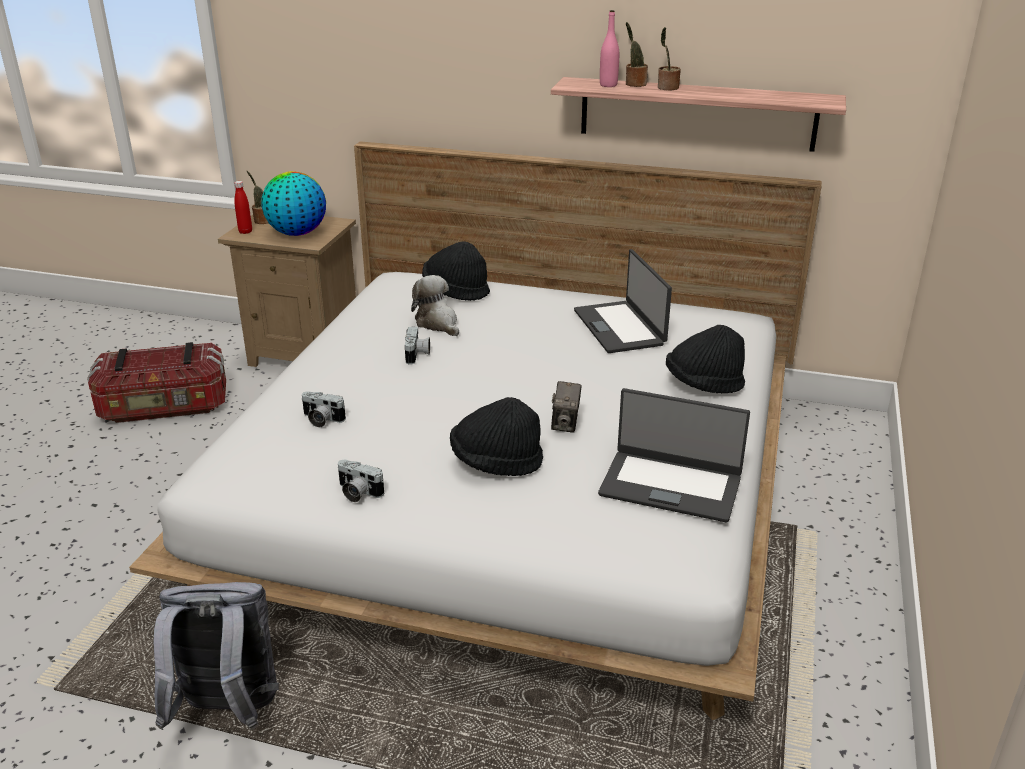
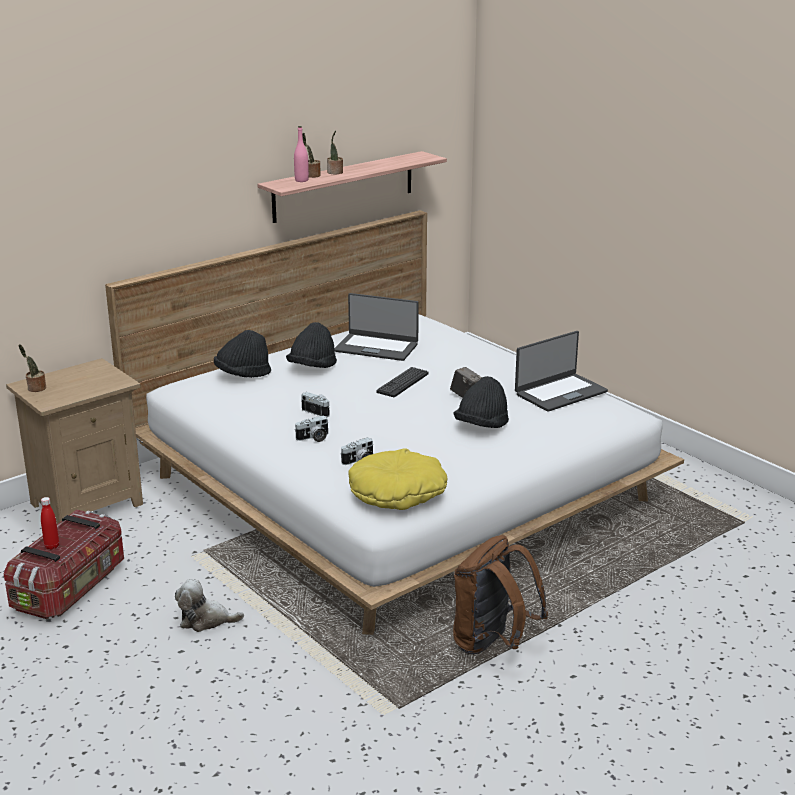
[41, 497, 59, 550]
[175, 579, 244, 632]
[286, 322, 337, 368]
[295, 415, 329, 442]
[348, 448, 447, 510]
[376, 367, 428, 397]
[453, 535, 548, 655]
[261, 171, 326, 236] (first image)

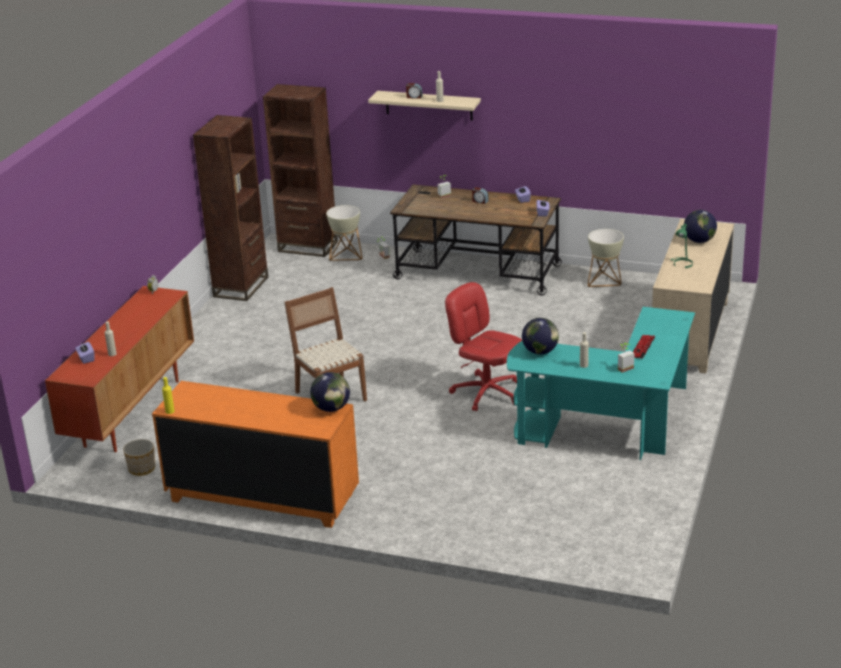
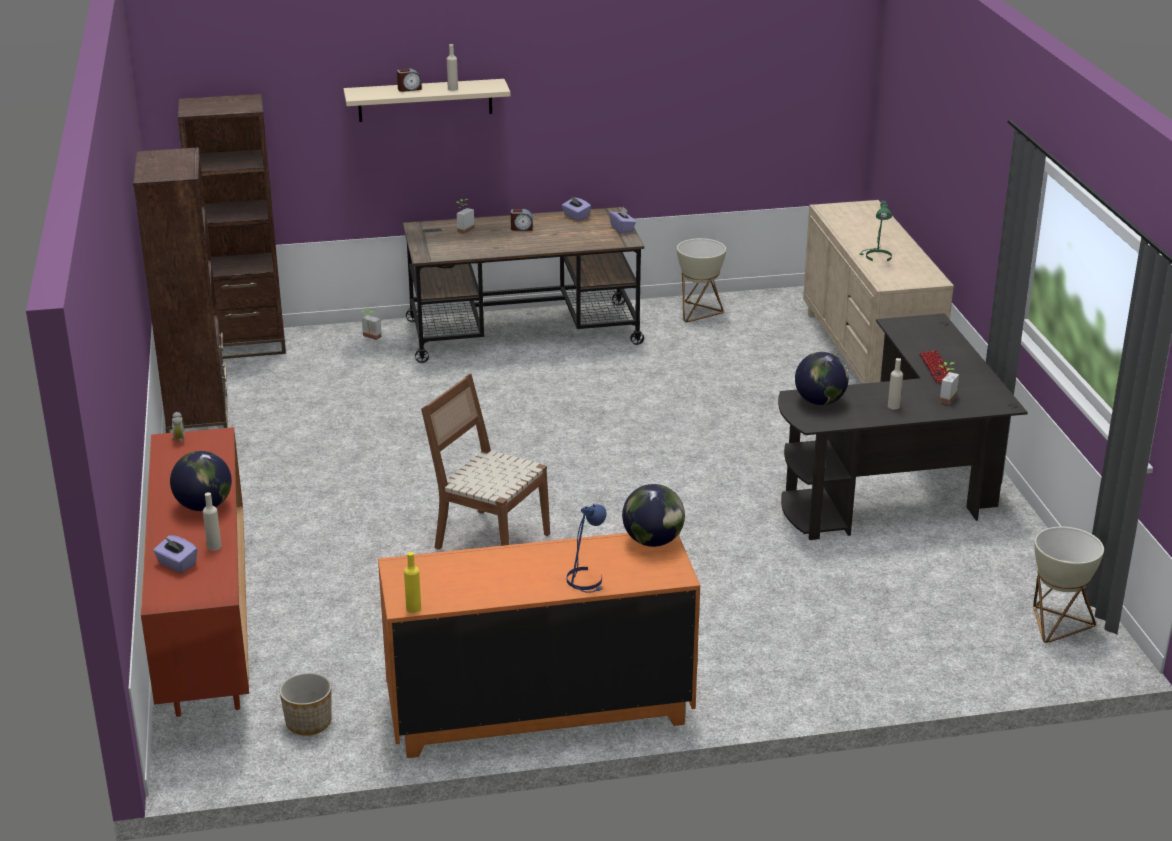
[170, 451, 232, 511]
[567, 504, 607, 593]
[778, 313, 1028, 540]
[1033, 527, 1104, 643]
[445, 282, 522, 411] (first image)

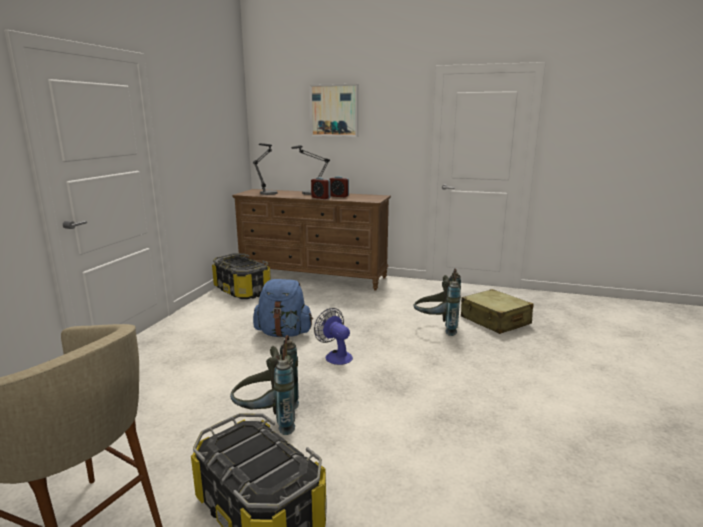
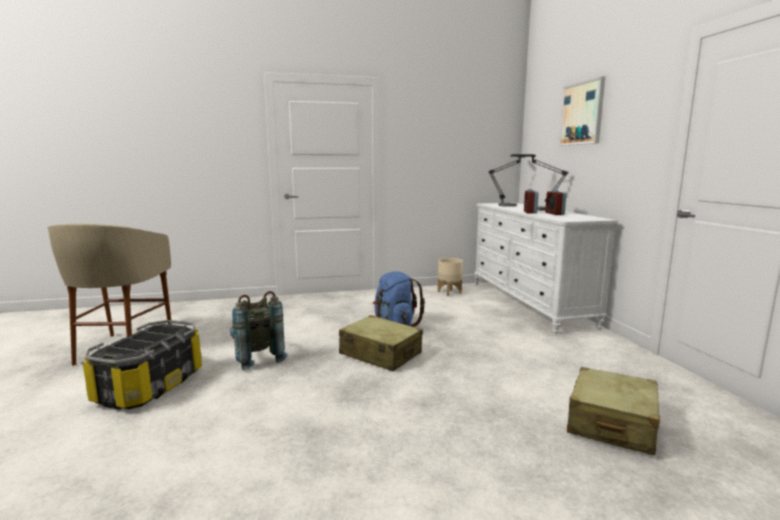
[339, 315, 423, 371]
[438, 258, 463, 296]
[474, 203, 618, 335]
[414, 268, 461, 336] (first image)

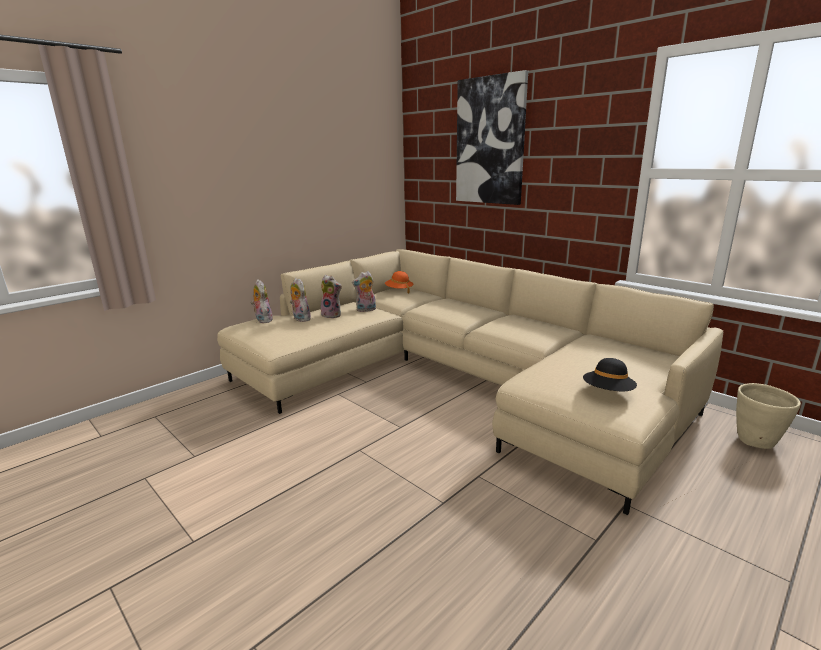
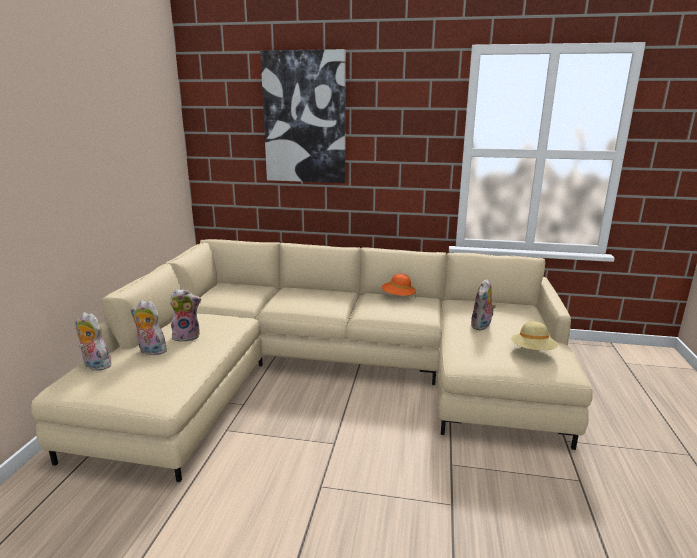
[382, 274, 416, 299]
[471, 279, 496, 330]
[511, 321, 558, 350]
[736, 383, 801, 449] (first image)

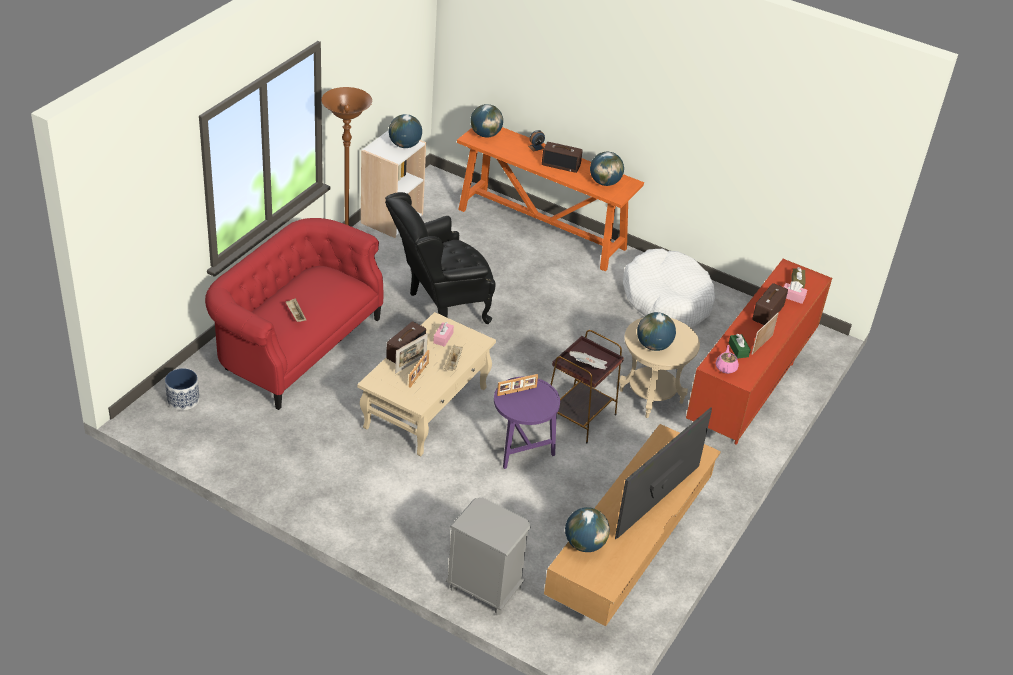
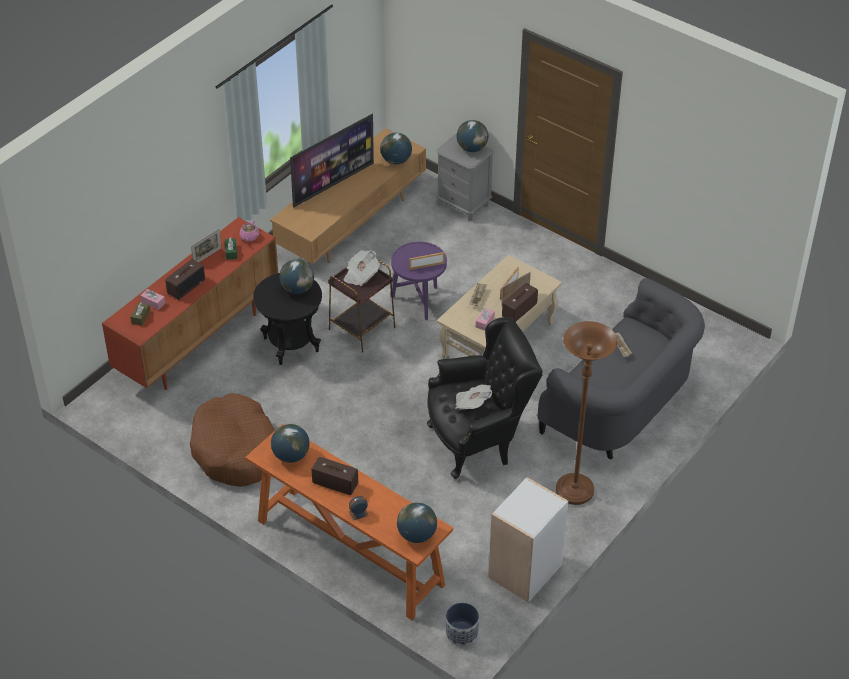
[190, 394, 275, 487]
[253, 273, 322, 365]
[446, 603, 479, 646]
[455, 385, 492, 409]
[456, 120, 488, 152]
[537, 278, 705, 459]

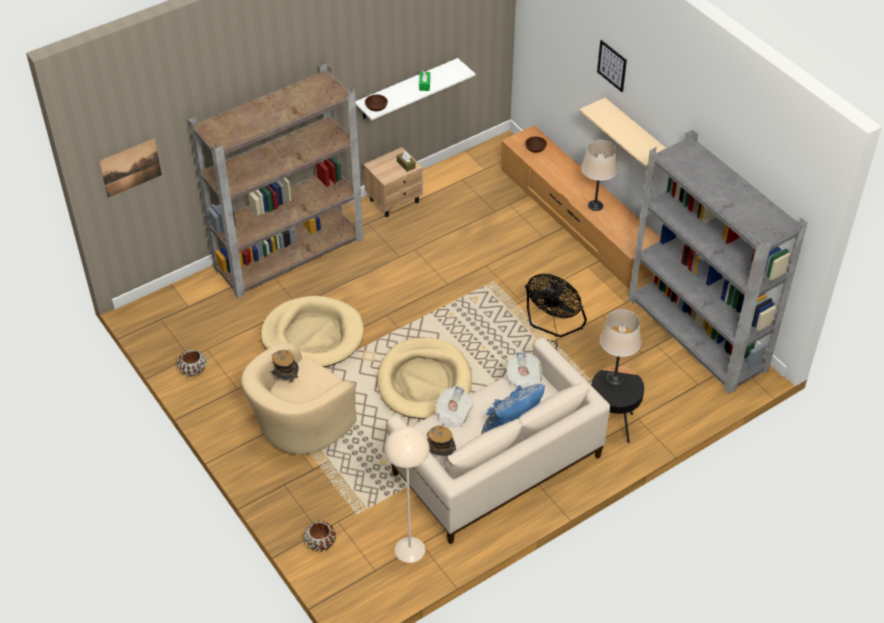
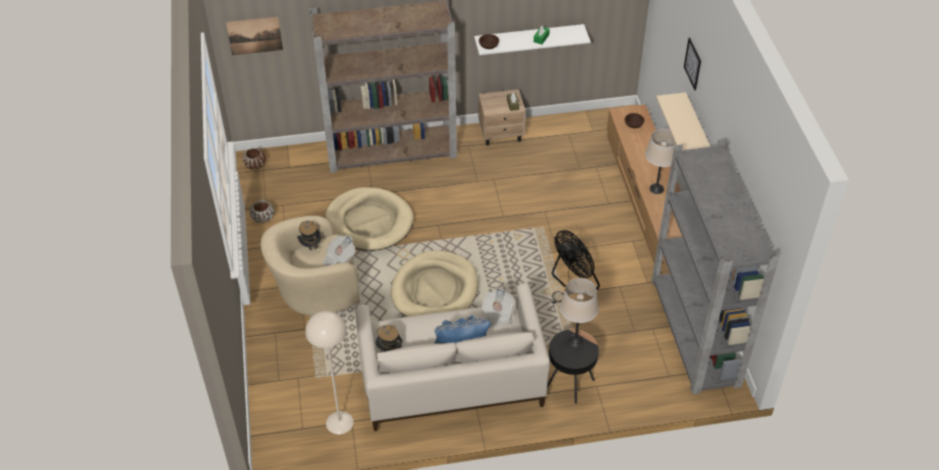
[243, 148, 266, 170]
[322, 235, 355, 266]

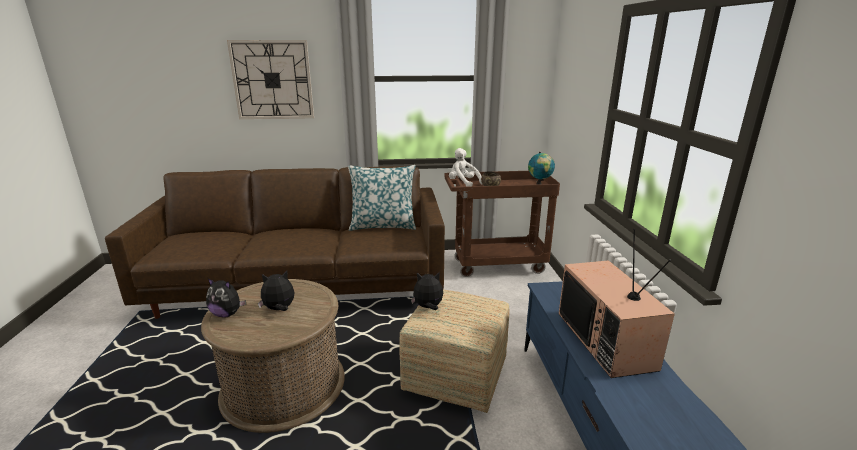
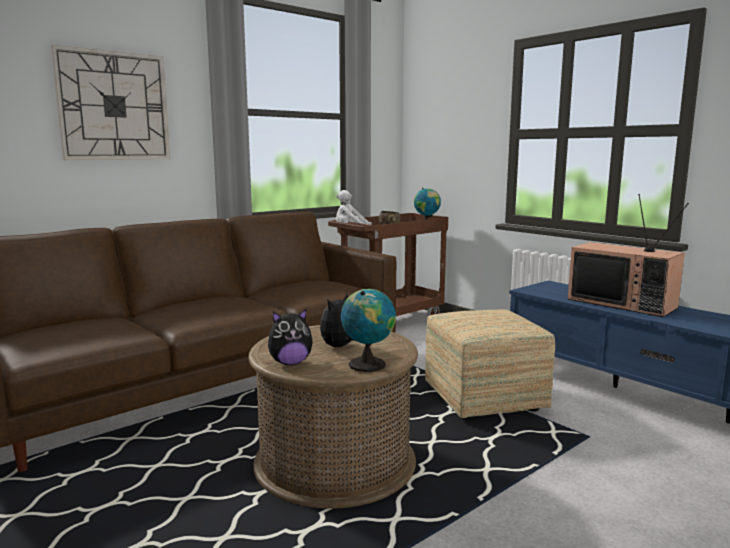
[341, 289, 396, 372]
[348, 165, 416, 231] (first image)
[411, 272, 443, 310] (first image)

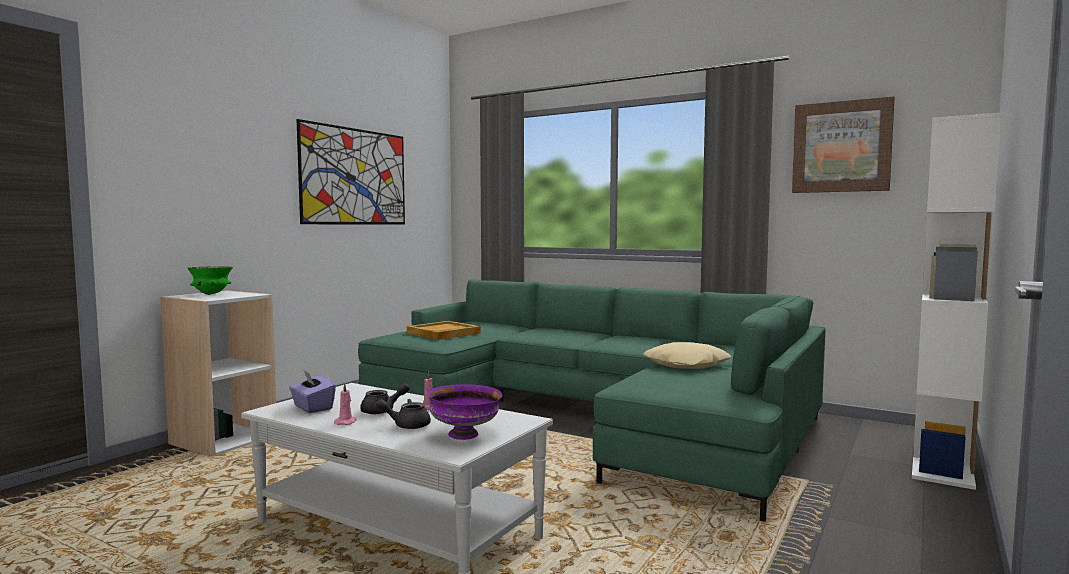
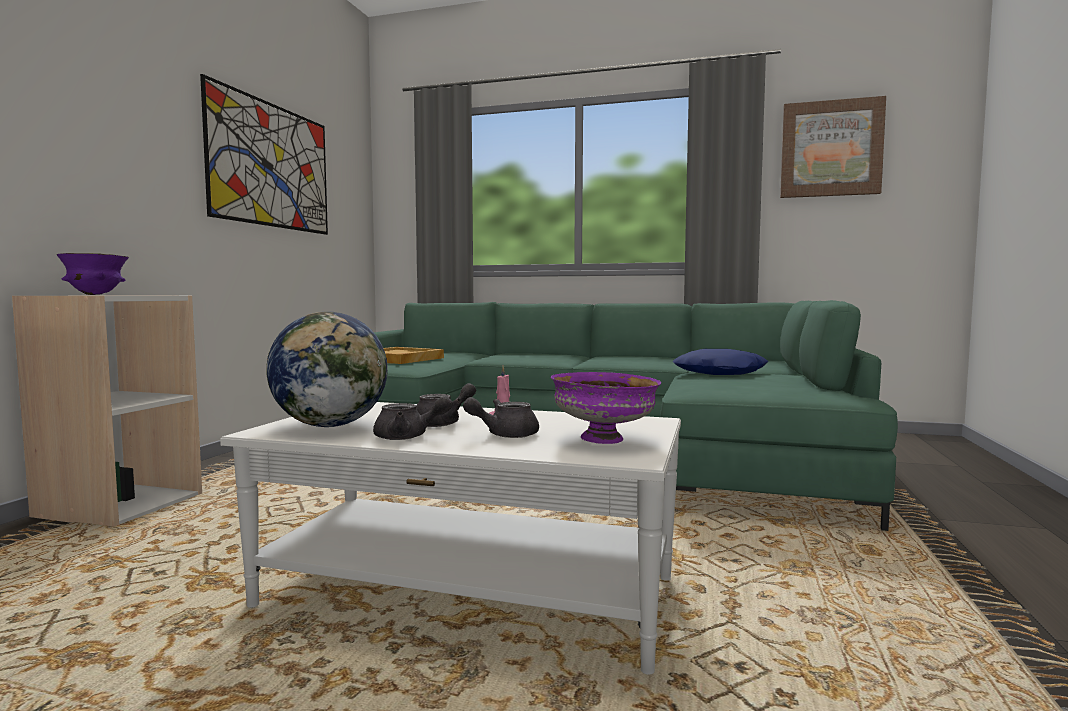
[57, 253, 129, 295]
[266, 312, 388, 427]
[373, 396, 453, 440]
[673, 349, 769, 375]
[912, 113, 1001, 490] (first image)

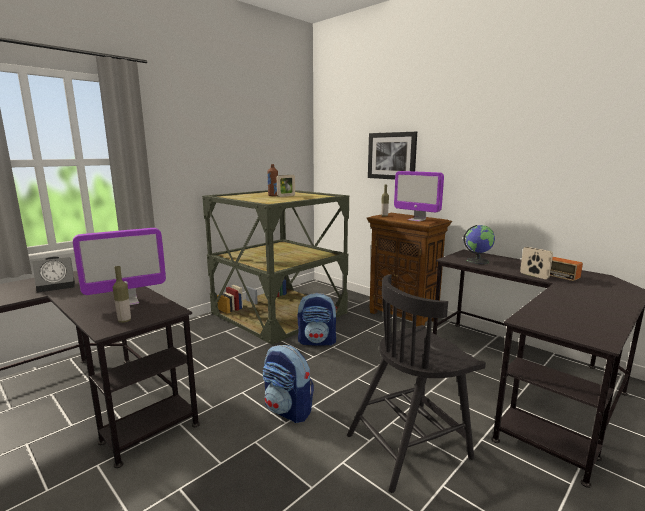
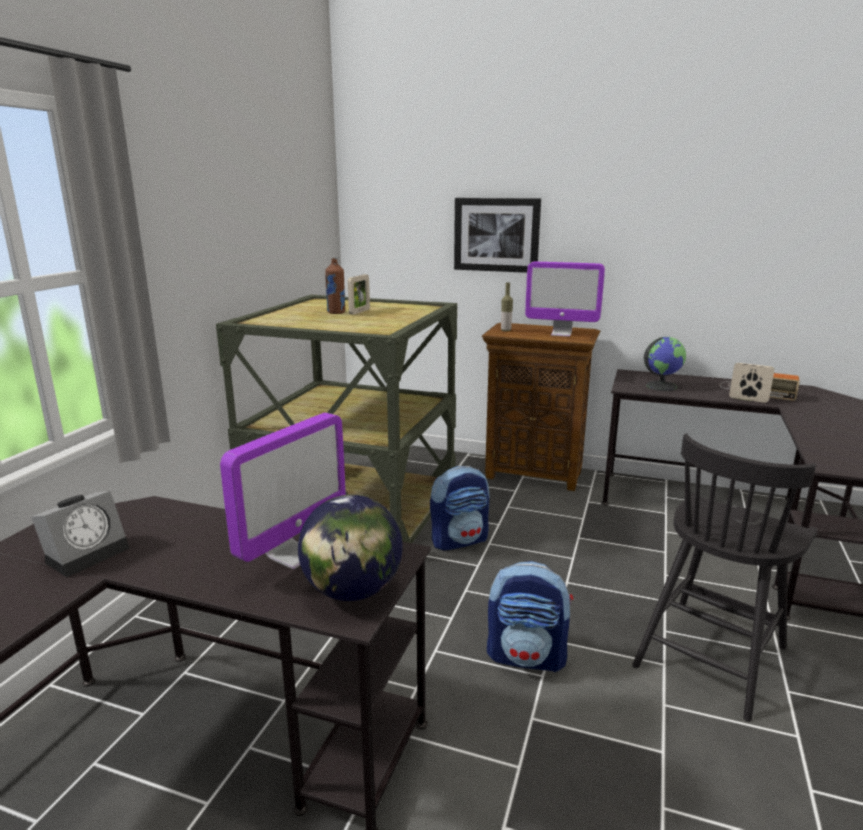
[298, 495, 403, 601]

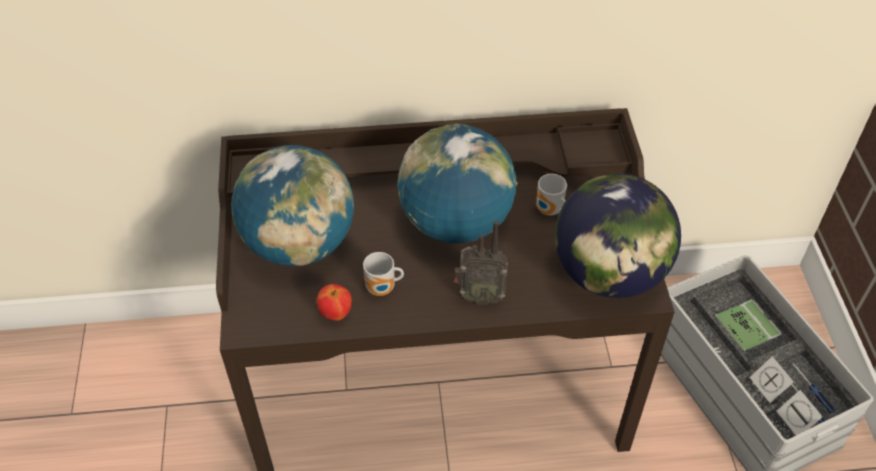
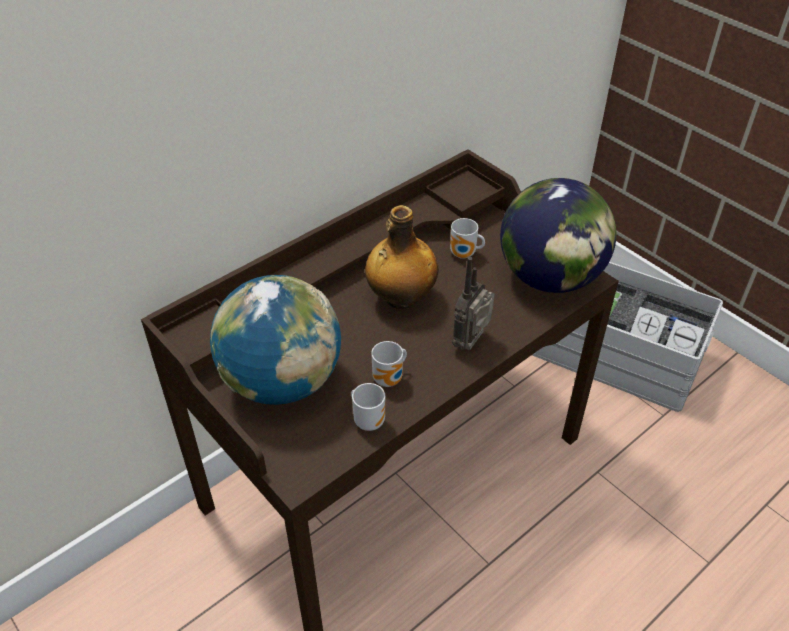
[351, 383, 385, 431]
[365, 205, 439, 309]
[453, 257, 495, 351]

